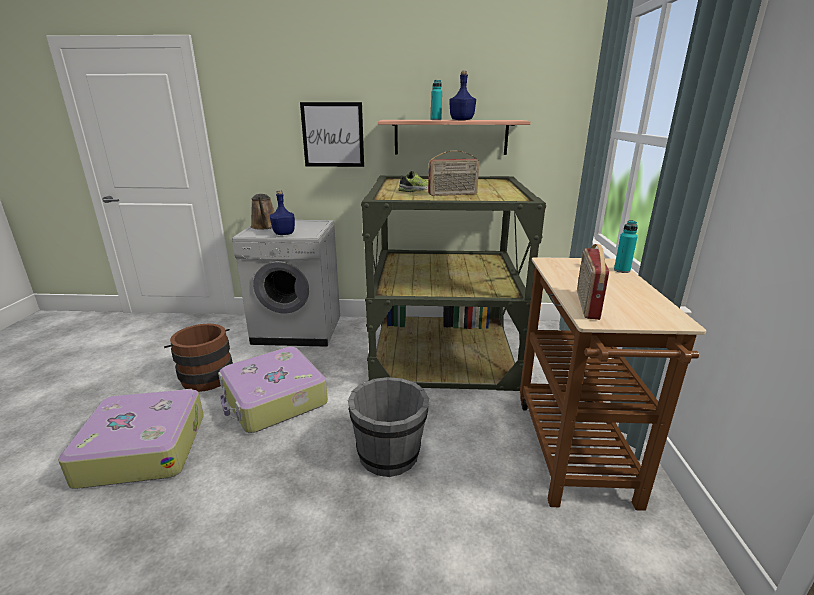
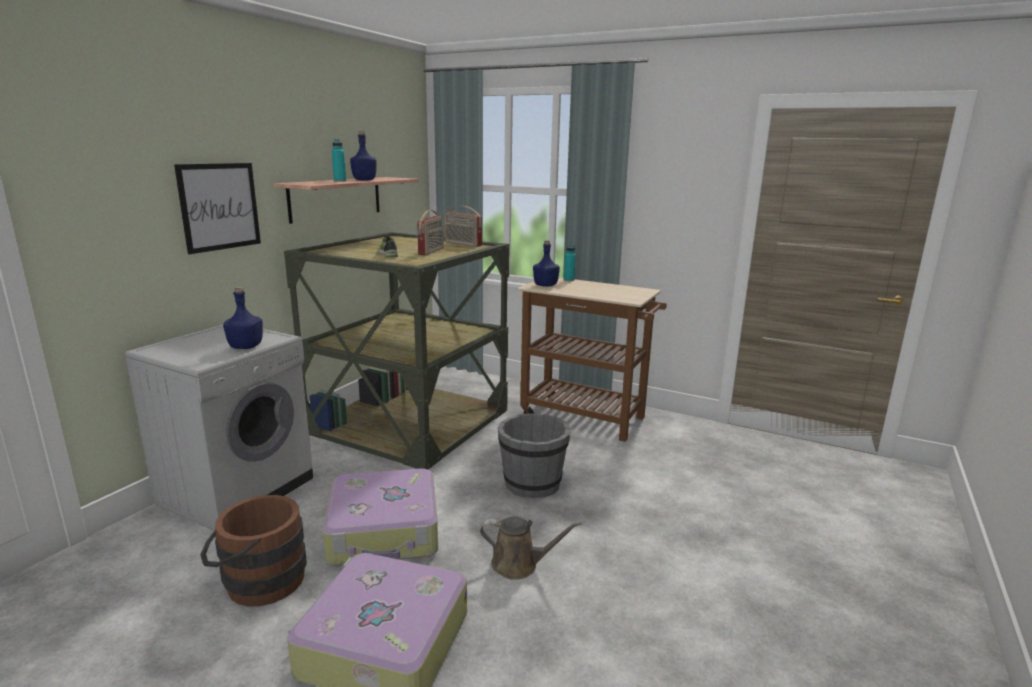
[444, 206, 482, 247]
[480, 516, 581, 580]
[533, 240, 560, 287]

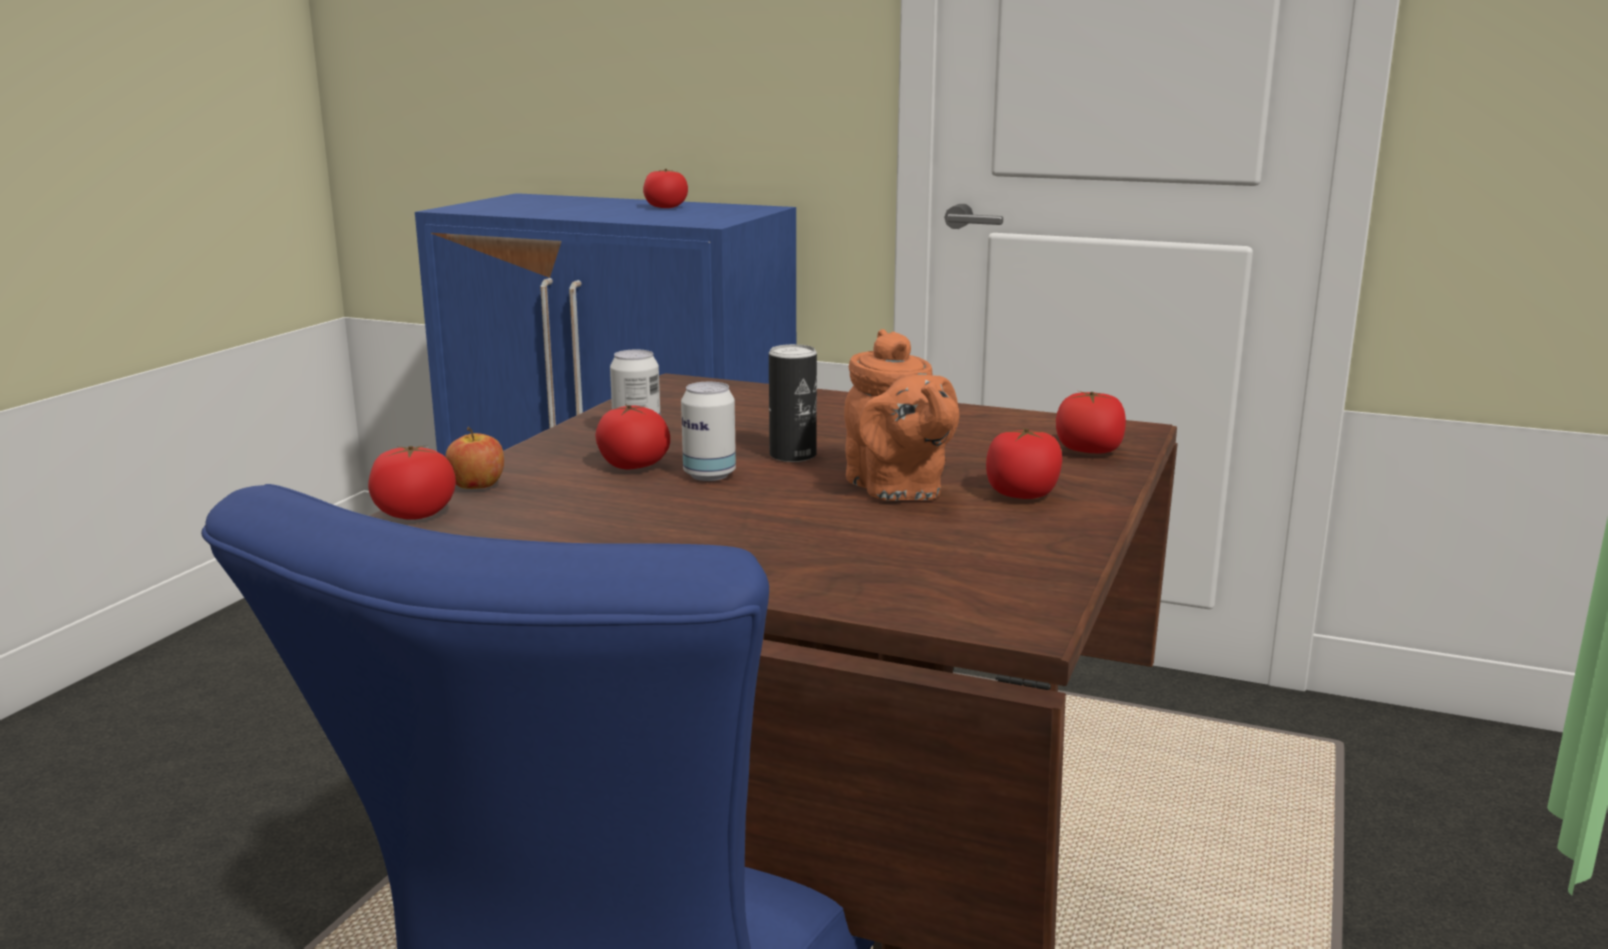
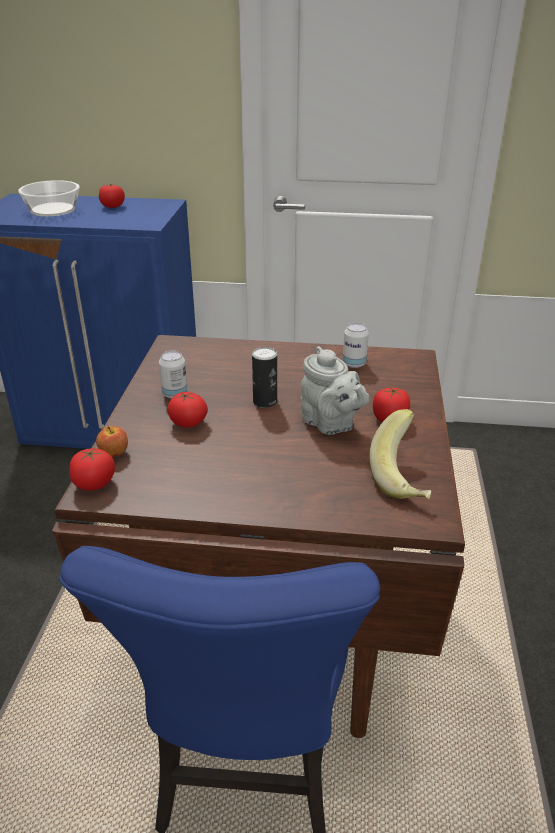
[18, 180, 80, 216]
[301, 346, 370, 435]
[343, 323, 369, 368]
[369, 409, 431, 500]
[1056, 391, 1126, 453] (first image)

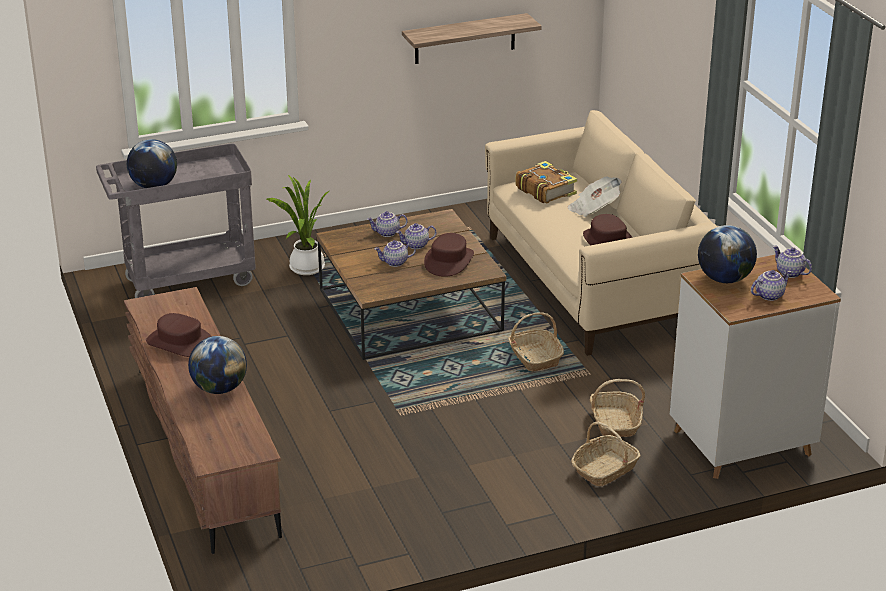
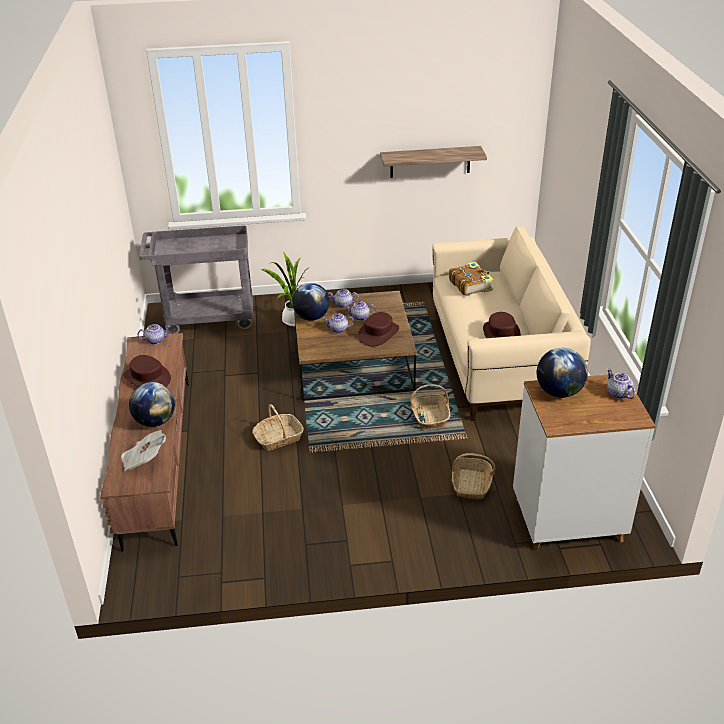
[121, 430, 166, 471]
[137, 324, 171, 344]
[252, 404, 304, 451]
[292, 283, 330, 321]

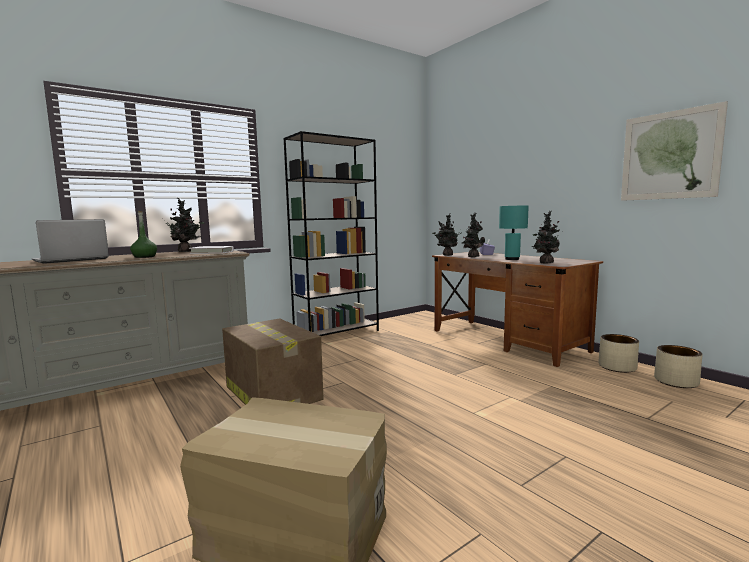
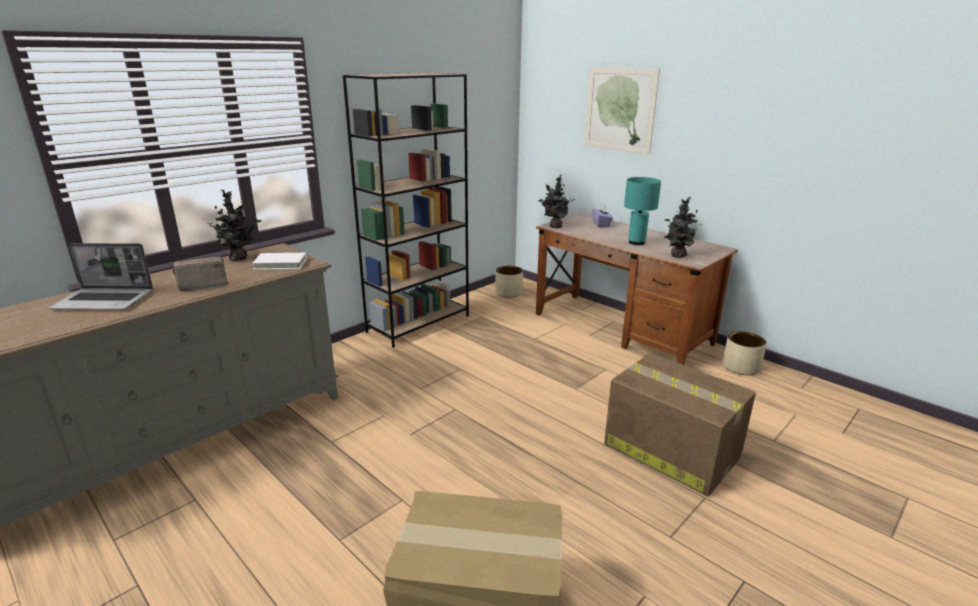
[49, 243, 153, 310]
[173, 257, 228, 291]
[495, 266, 523, 298]
[584, 67, 660, 154]
[604, 353, 756, 497]
[462, 213, 485, 257] (first image)

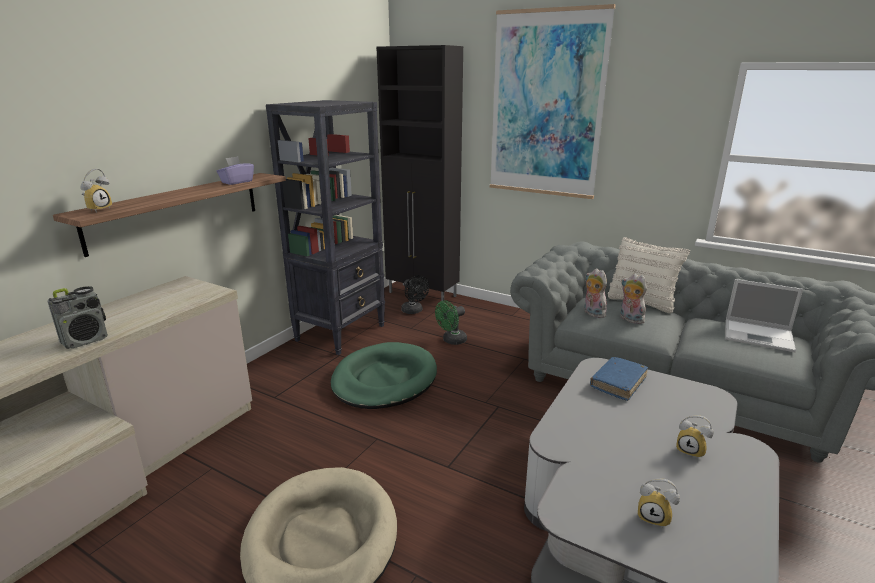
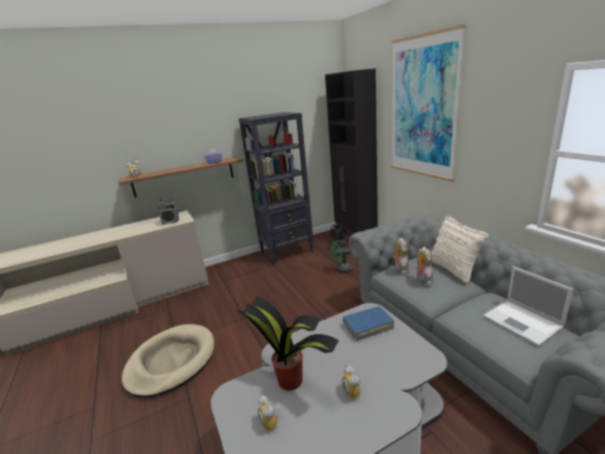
[157, 199, 179, 224]
[236, 296, 339, 391]
[331, 342, 437, 409] (first image)

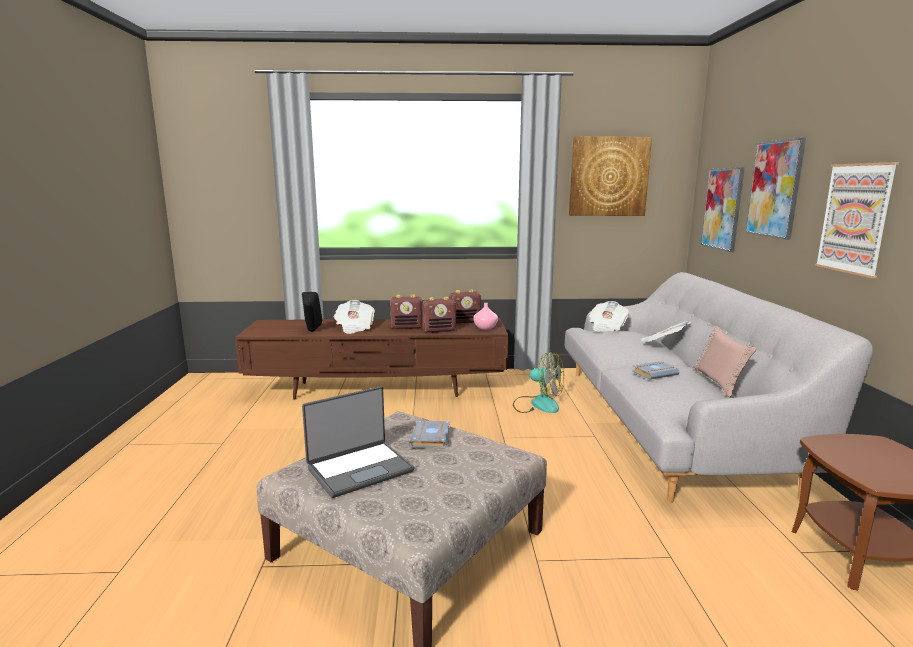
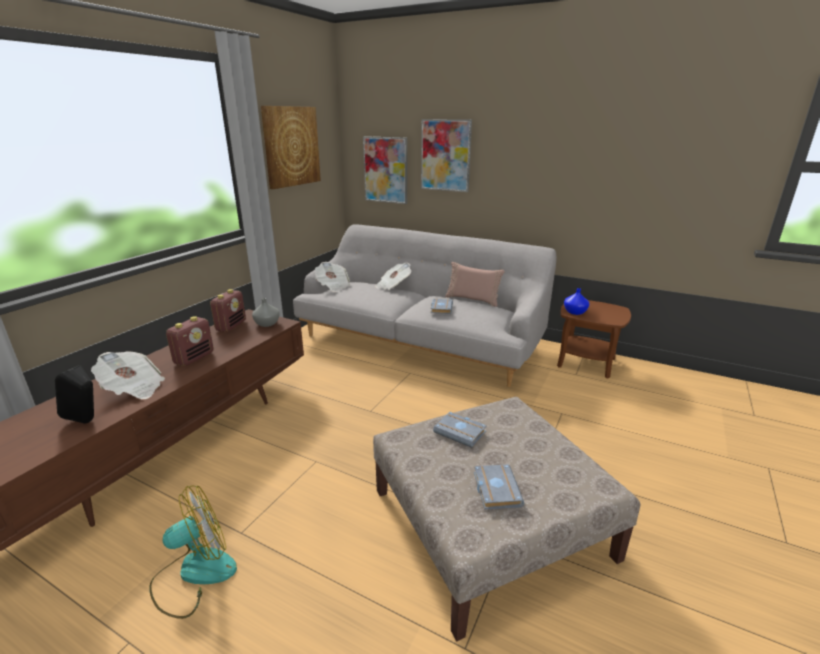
[149, 485, 237, 619]
[252, 298, 280, 327]
[474, 464, 524, 510]
[564, 288, 589, 315]
[423, 297, 456, 333] (first image)
[814, 162, 899, 278] (first image)

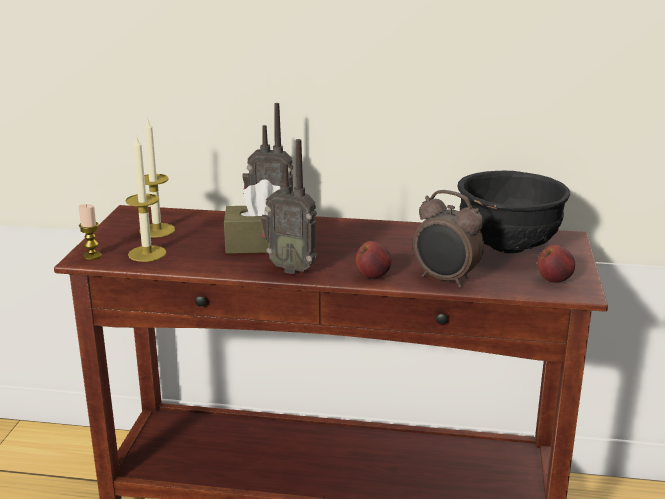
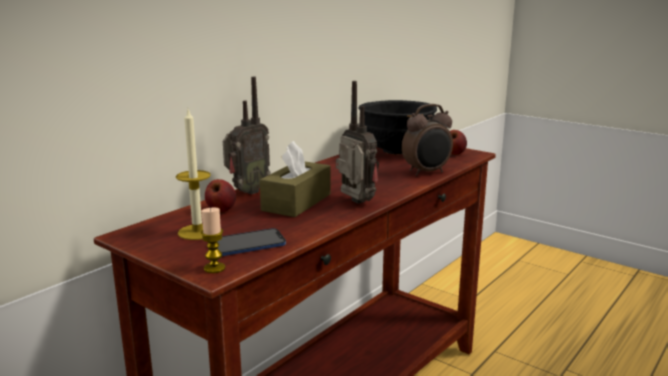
[205, 179, 236, 212]
[217, 228, 286, 256]
[336, 81, 379, 204]

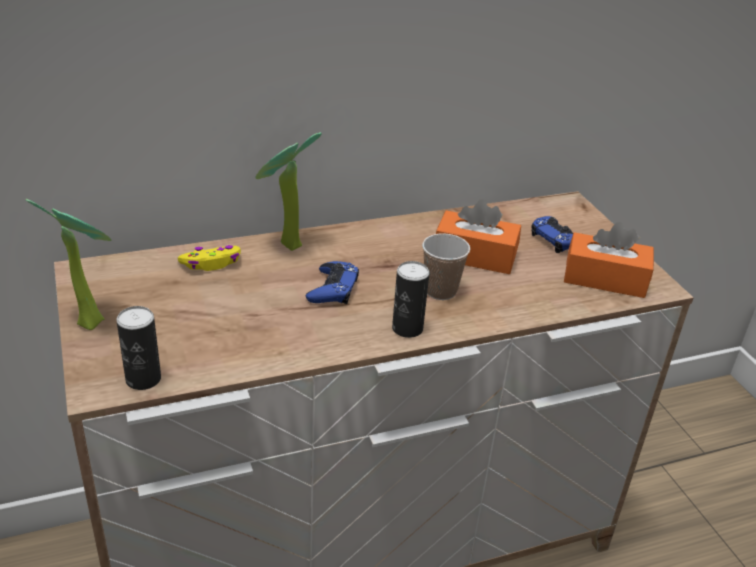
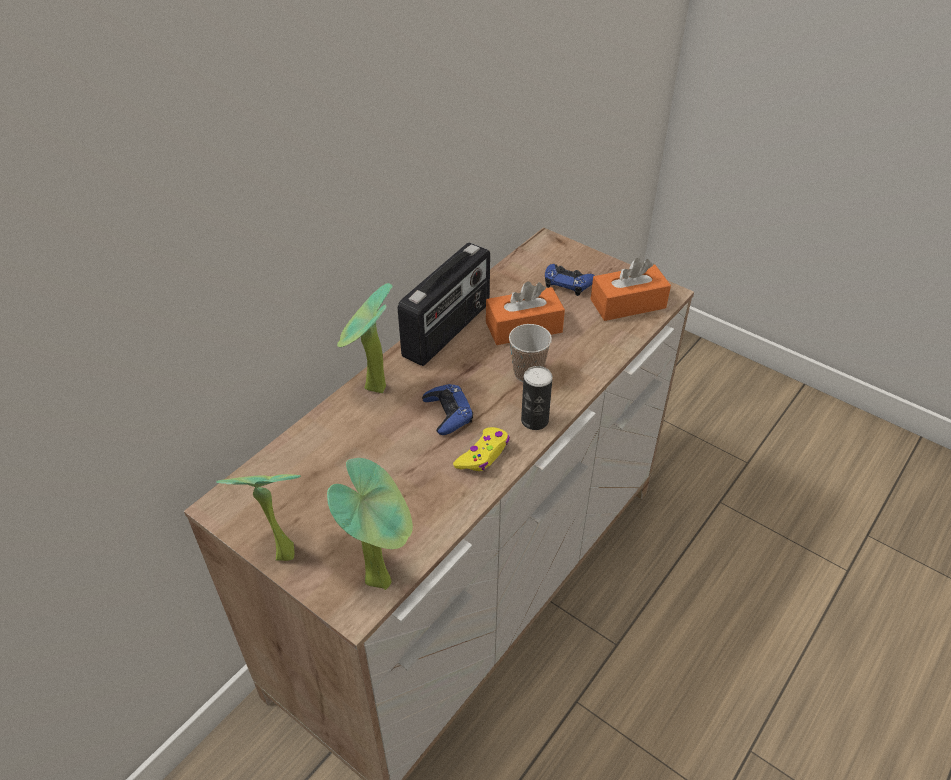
[327, 458, 413, 590]
[398, 242, 490, 366]
[453, 427, 510, 471]

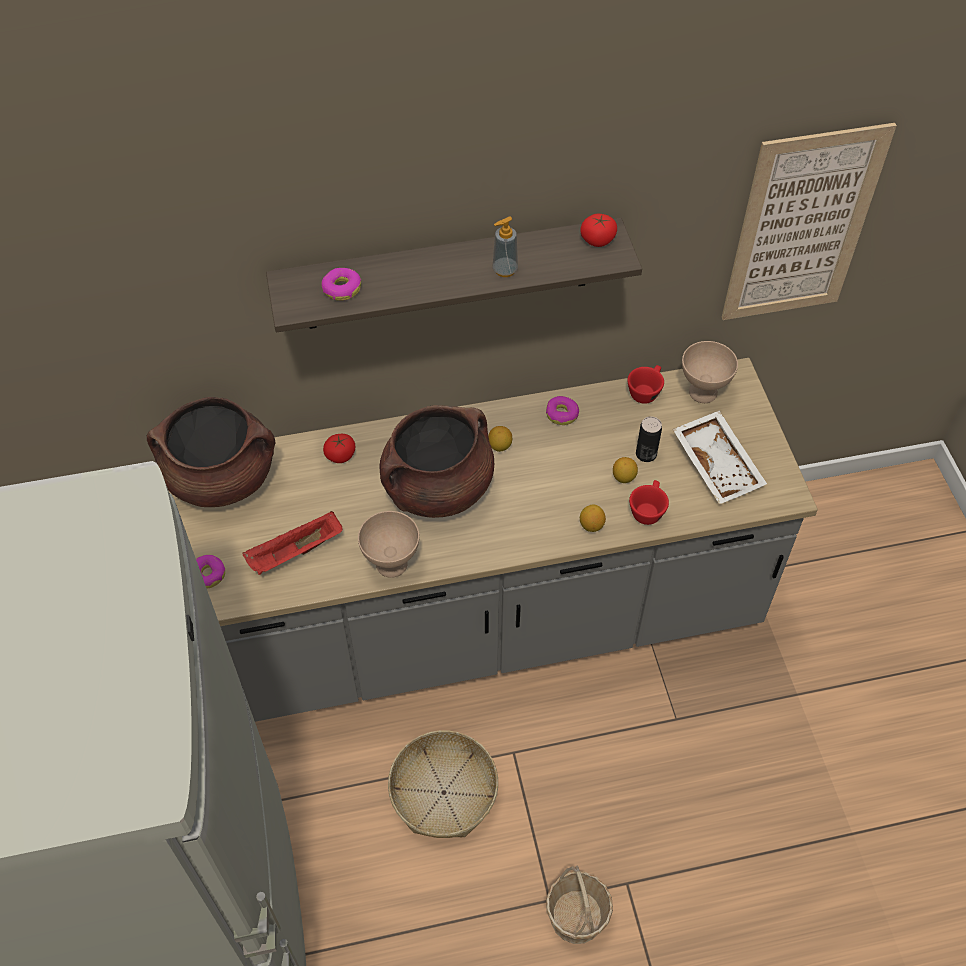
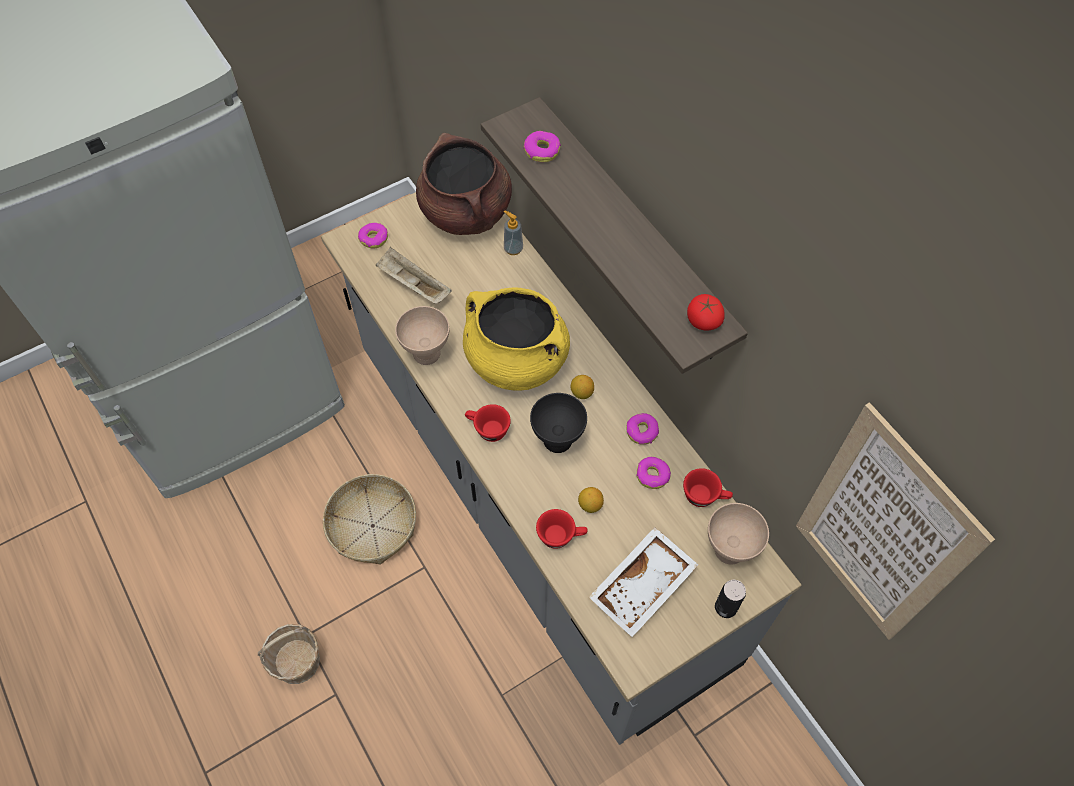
[376, 247, 452, 304]
[463, 287, 570, 391]
[465, 404, 511, 442]
[504, 211, 523, 255]
[530, 393, 587, 453]
[636, 457, 671, 489]
[715, 580, 746, 618]
[323, 434, 355, 463] (first image)
[580, 505, 606, 532] (first image)

